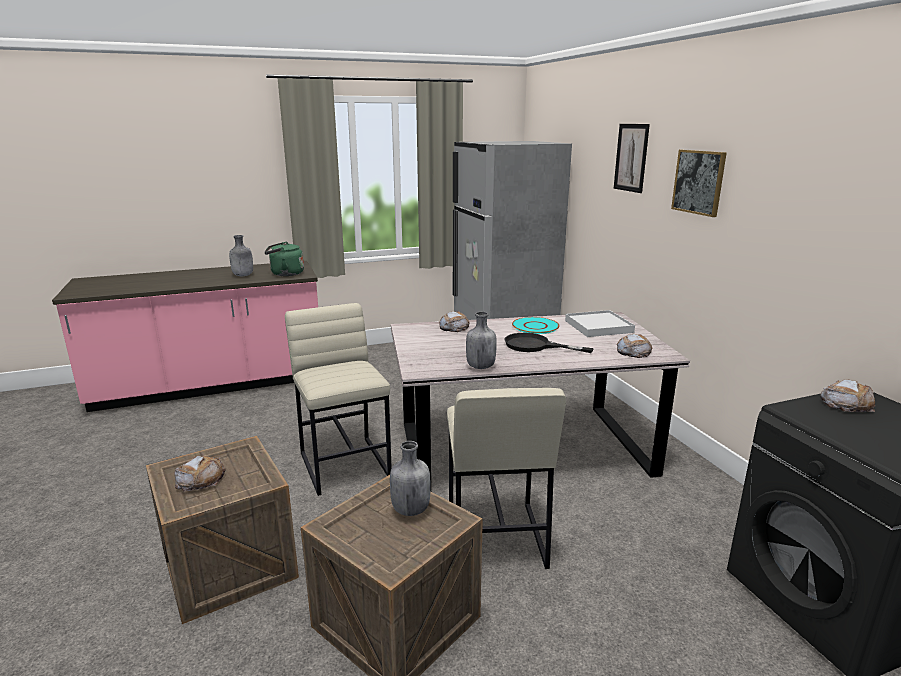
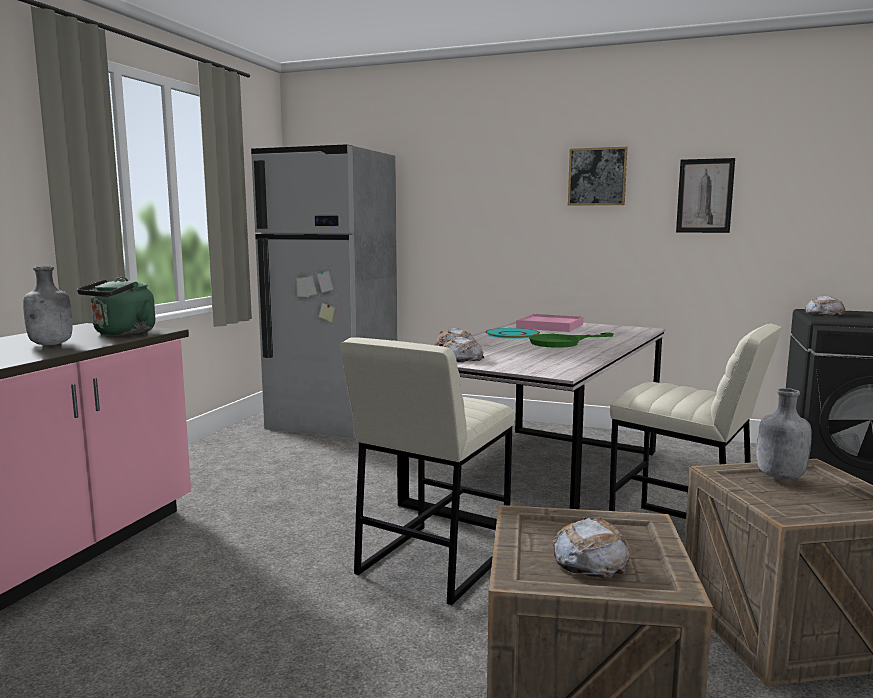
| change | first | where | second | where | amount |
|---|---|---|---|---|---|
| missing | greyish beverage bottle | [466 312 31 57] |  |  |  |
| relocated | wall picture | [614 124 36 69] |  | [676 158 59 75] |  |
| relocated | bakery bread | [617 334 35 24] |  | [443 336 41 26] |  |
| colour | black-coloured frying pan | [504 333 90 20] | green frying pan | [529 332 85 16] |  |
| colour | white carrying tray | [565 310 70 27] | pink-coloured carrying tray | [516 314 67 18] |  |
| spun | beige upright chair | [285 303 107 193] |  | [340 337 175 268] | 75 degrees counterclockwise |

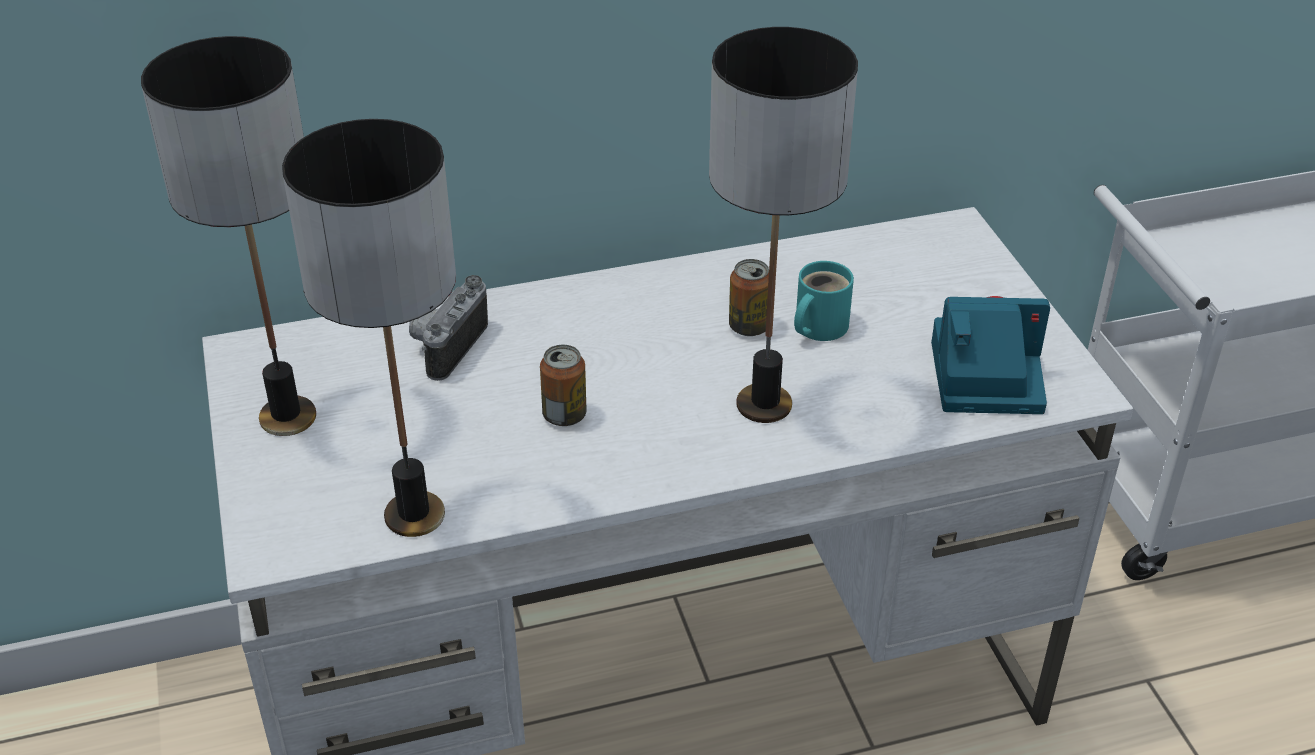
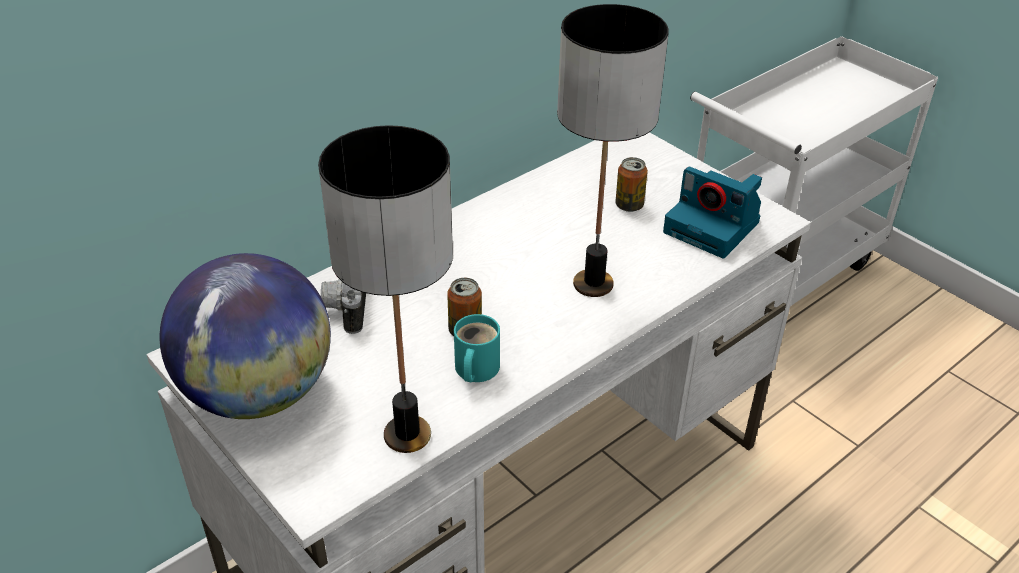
| change | first | where | second | where | amount |
|---|---|---|---|---|---|
| relocated | sealed can | [729 259 40 77] |  | [615 157 33 55] |  |
| relocated | turquoise-coloured tea mug | [794 261 60 80] |  | [454 314 46 68] |  |
| exchanged | table lamp | [141 36 175 400] | globe | [160 253 171 166] |  |
| spun | still camera | [931 296 119 118] |  | [663 167 99 91] | 120 degrees counterclockwise |

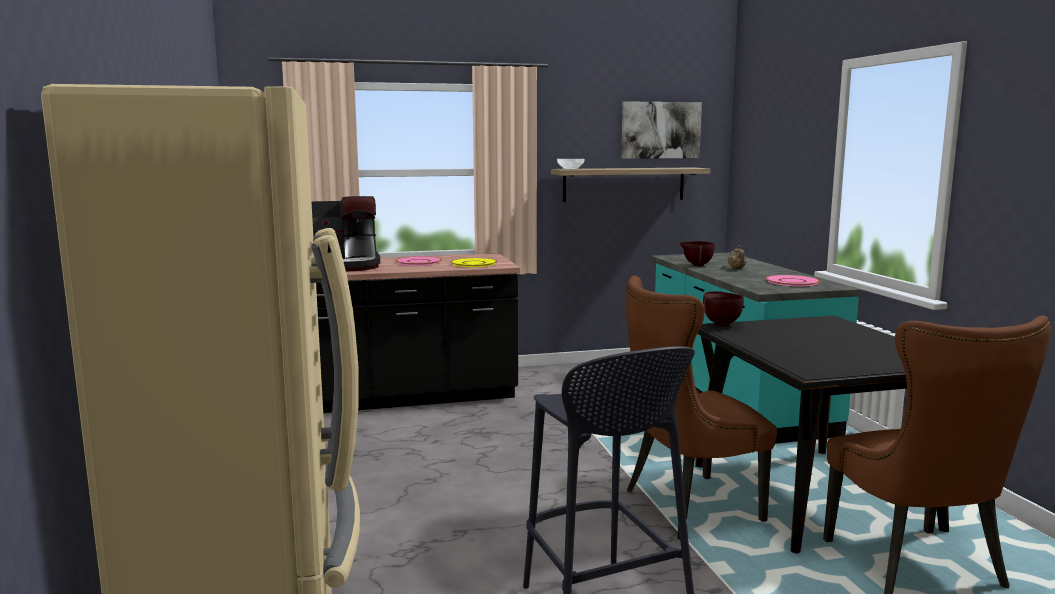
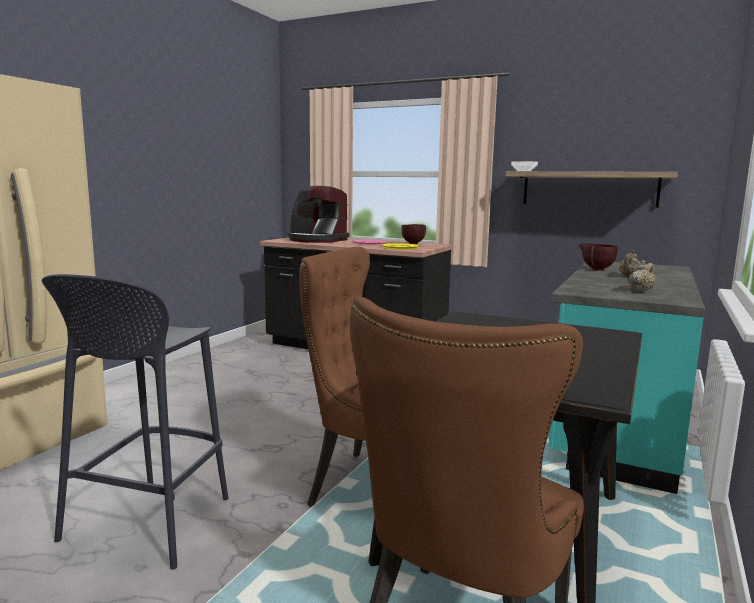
| change | first | where | second | where | amount |
|---|---|---|---|---|---|
| missing | wall picture | [621 101 81 58] |  |  |  |
| relocated | brown serving bowl | [703 291 41 36] |  | [401 224 25 20] |  |
| exchanged | pink-coloured plate | [765 275 55 11] | beige tea pot | [629 260 26 32] |  |

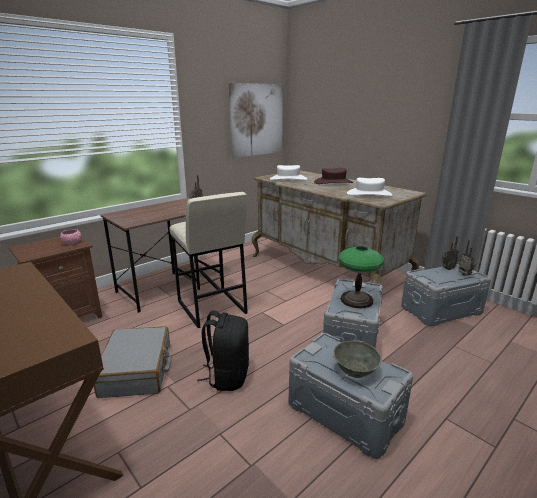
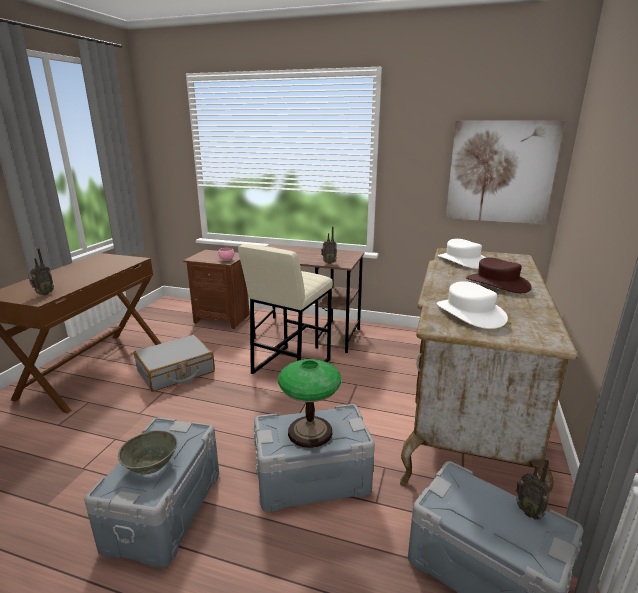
| change | first | where | second | where | amount |
|---|---|---|---|---|---|
| missing | black-coloured rucksack | [197 311 52 80] |  |  |  |
| relocated | radio receiver | [458 240 17 36] |  | [28 248 26 47] |  |

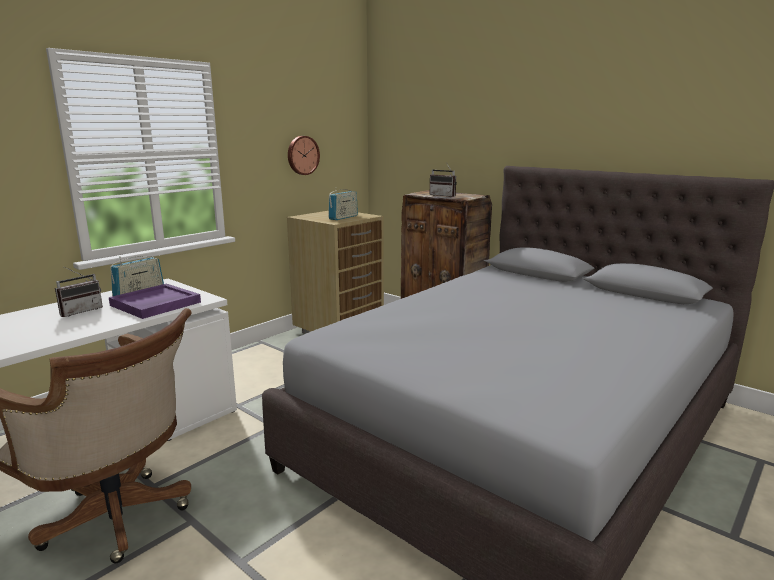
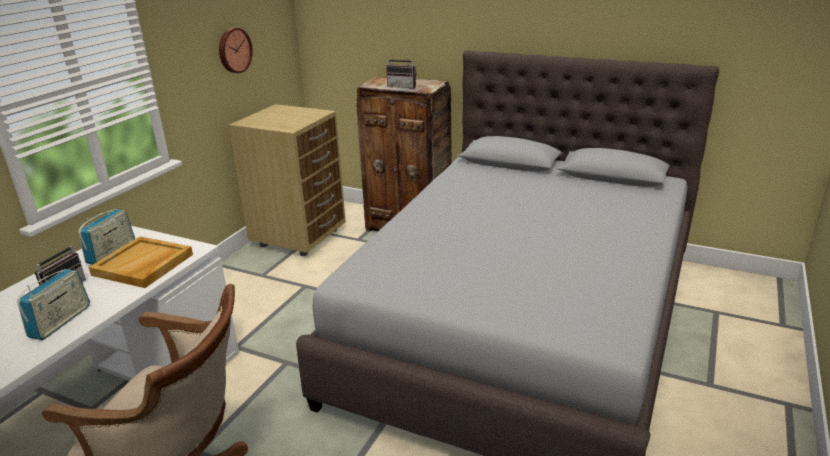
| change | first | where | second | where | amount |
|---|---|---|---|---|---|
| relocated | radio receiver | [328 189 30 31] |  | [17 269 73 71] |  |
| colour | purplish carrying tray | [109 284 92 35] | beige carrying tray | [88 237 105 51] |  |

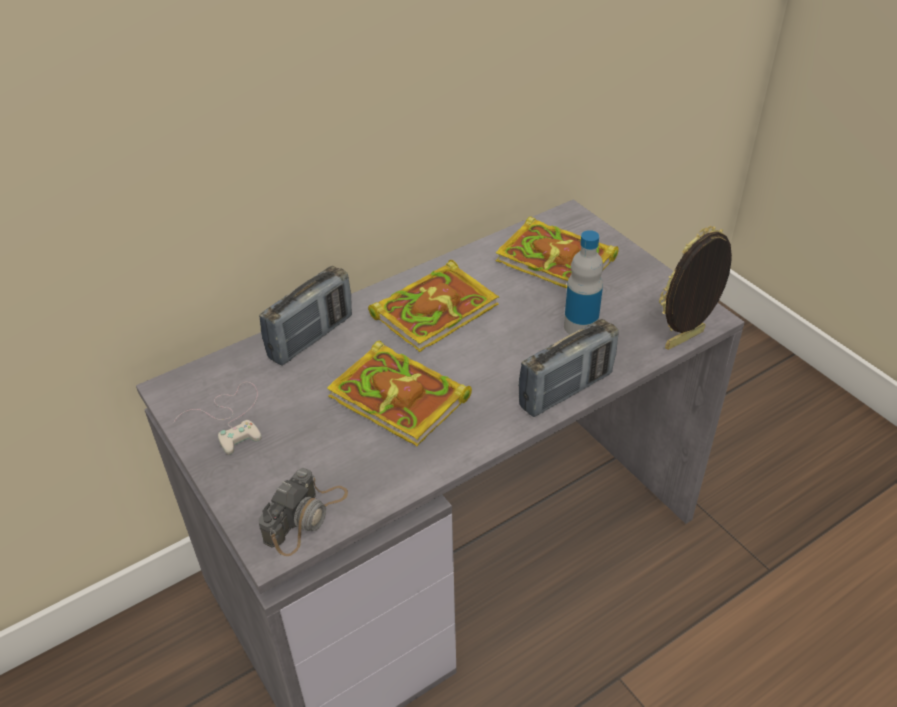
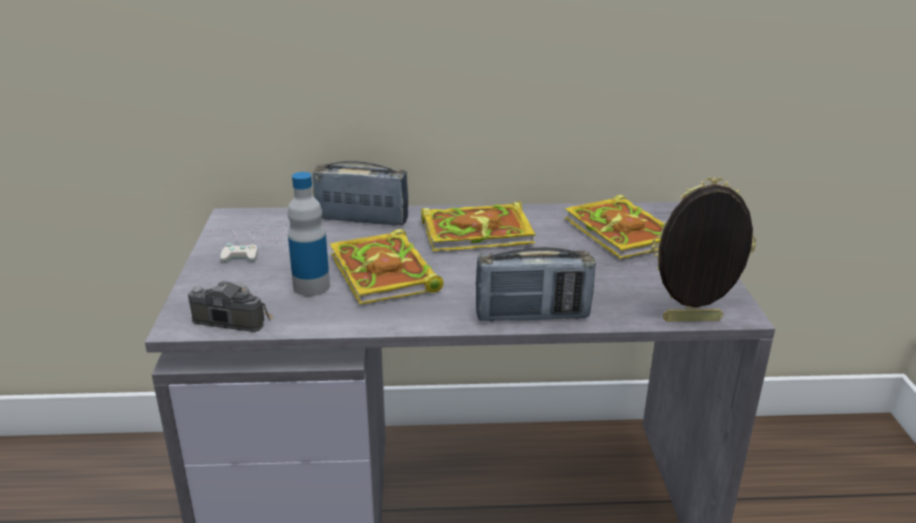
| change | first | where | second | where | amount |
|---|---|---|---|---|---|
| relocated | beverage bottle | [564 230 39 105] |  | [288 172 42 124] |  |
| spun | radio receiver | [259 266 93 99] |  | [313 161 95 64] | 150 degrees counterclockwise |
| spun | still camera | [259 468 89 88] |  | [188 281 85 51] | 135 degrees counterclockwise |

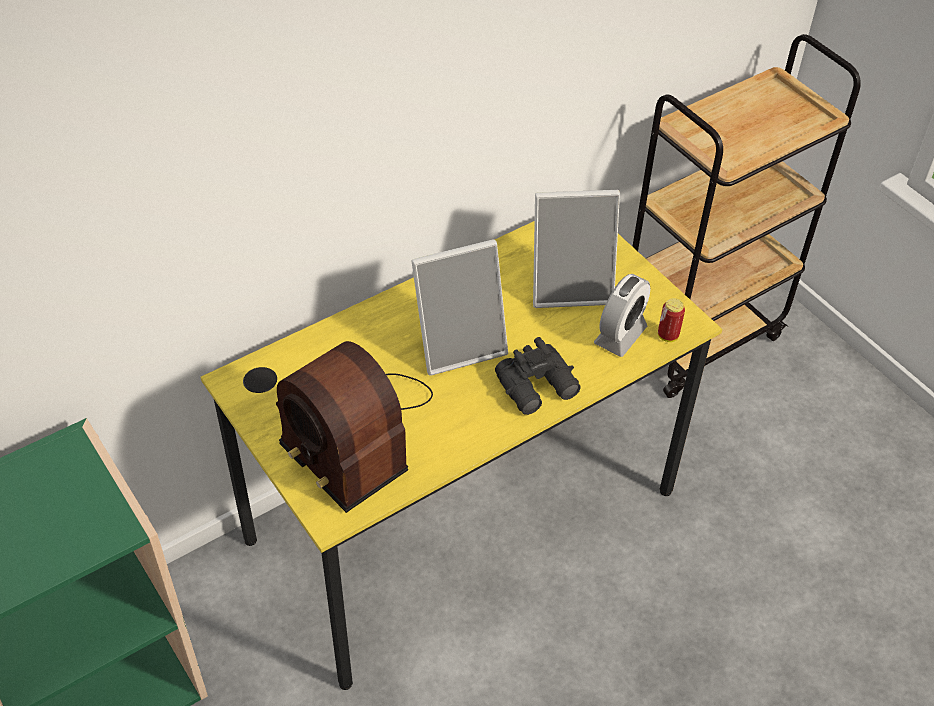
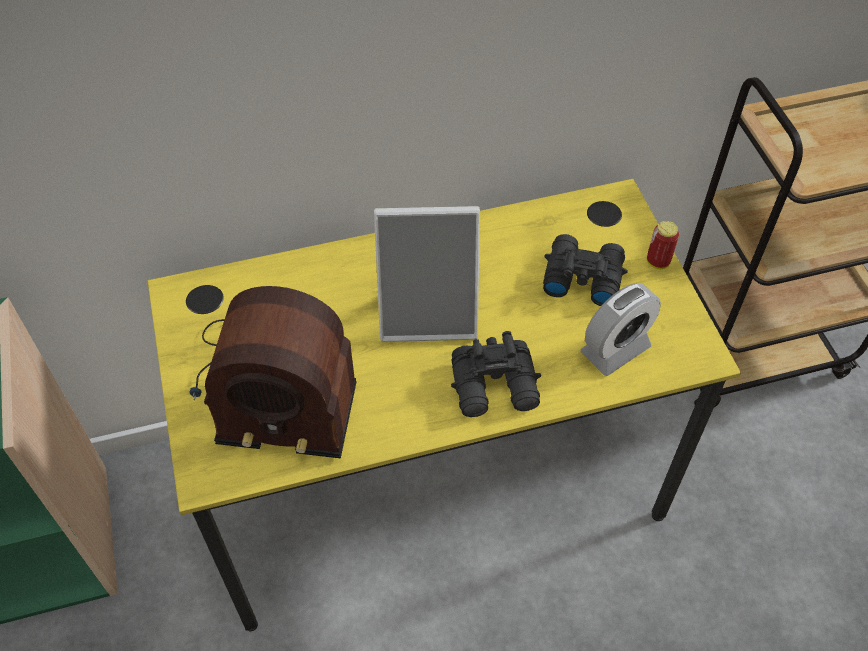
| change | first | where | second | where | amount |
|---|---|---|---|---|---|
| relocated | sealed can | [658 298 27 44] |  | [647 221 32 48] |  |
| exchanged | picture frame | [533 190 87 118] | black-coloured pair of binoculars | [543 234 85 72] |  |
| spun | radio receiver | [276 341 157 172] |  | [189 286 167 172] | 60 degrees counterclockwise |

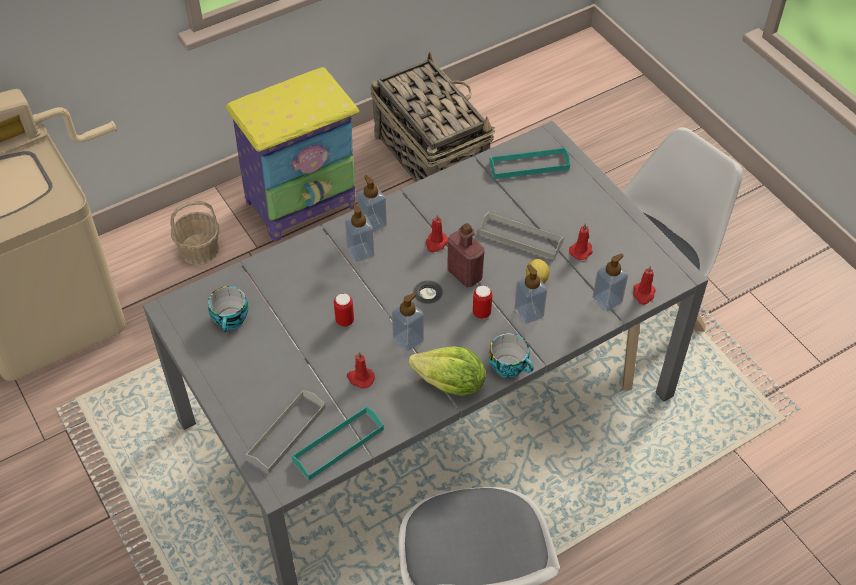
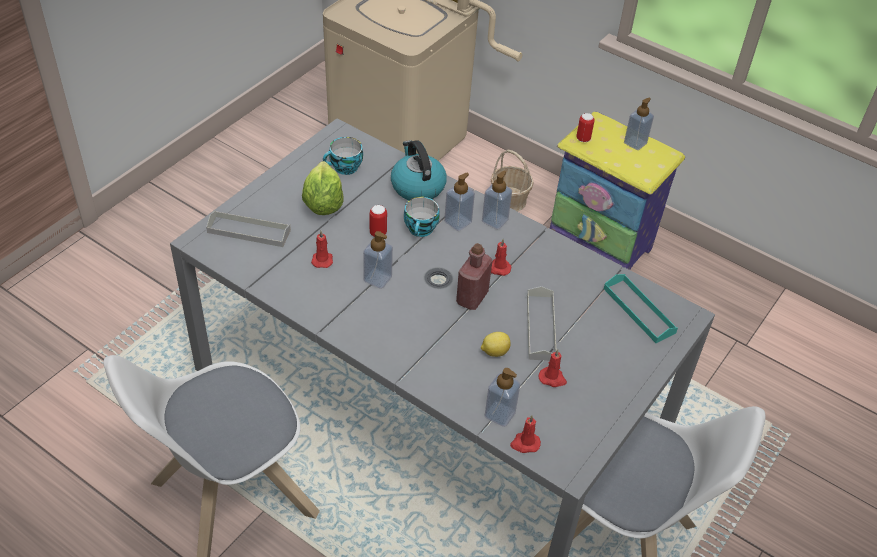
| change | first | where | second | where | amount |
|---|---|---|---|---|---|
| missing | turquoise-coloured carrying tray | [292 406 92 74] |  |  |  |
| missing | basket | [370 52 125 130] |  |  |  |
| appeared |  |  | kettle | [391 140 56 60] |  |
| relocated | head of lettuce | [408 346 78 50] |  | [302 161 42 54] |  |
| relocated | sealed can | [473 286 19 33] |  | [576 113 19 29] |  |
| relocated | small cup | [489 333 45 45] |  | [404 197 36 40] |  |
| relocated | liquid soap bottle | [514 264 33 60] |  | [624 98 30 52] |  |

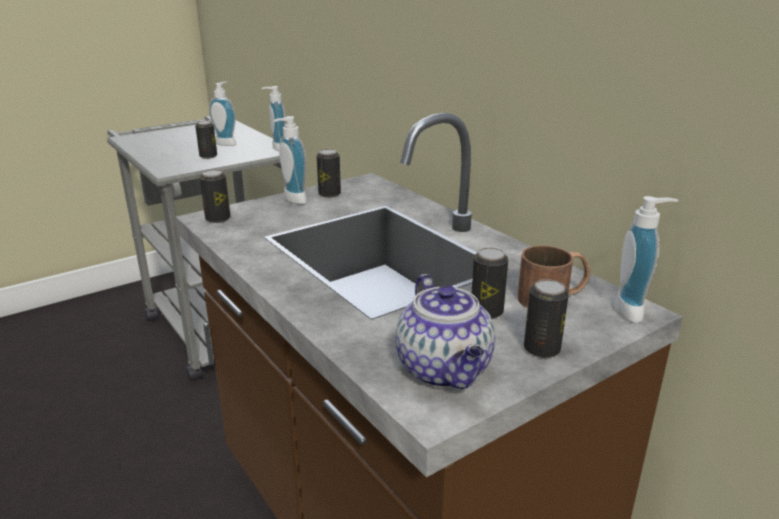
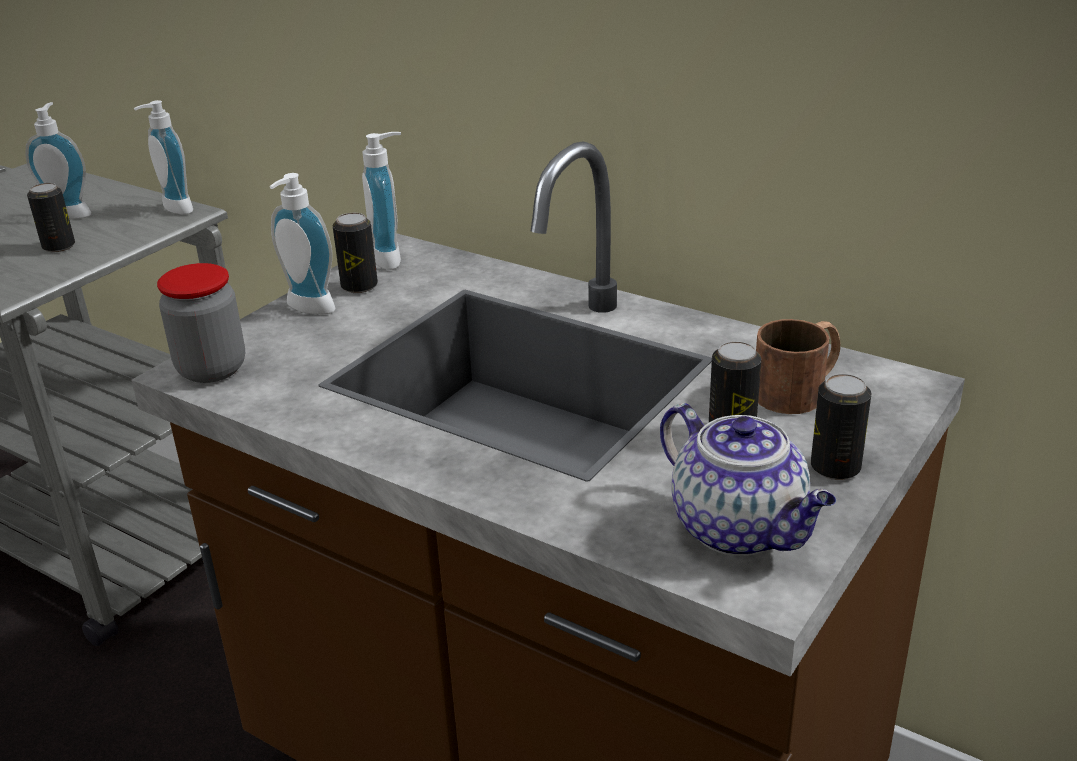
| change | first | where | second | where | amount |
|---|---|---|---|---|---|
| relocated | liquid soap bottle | [615 196 63 127] |  | [362 132 39 138] |  |
| exchanged | sealed can | [200 169 30 54] | storage jar | [157 263 88 120] |  |

